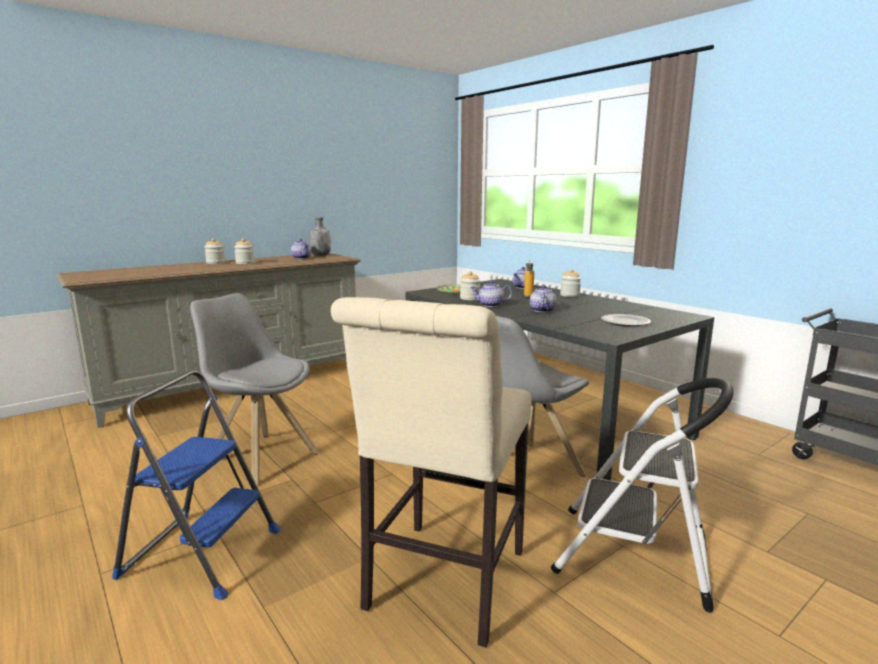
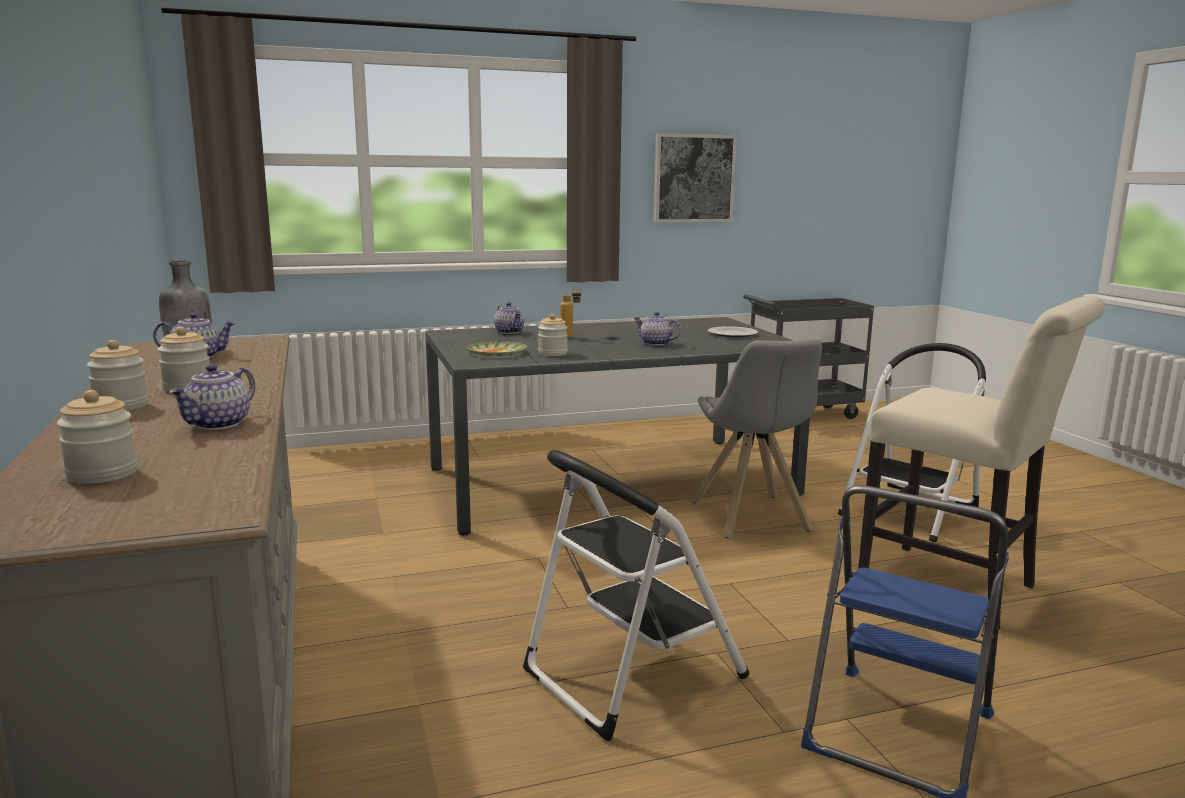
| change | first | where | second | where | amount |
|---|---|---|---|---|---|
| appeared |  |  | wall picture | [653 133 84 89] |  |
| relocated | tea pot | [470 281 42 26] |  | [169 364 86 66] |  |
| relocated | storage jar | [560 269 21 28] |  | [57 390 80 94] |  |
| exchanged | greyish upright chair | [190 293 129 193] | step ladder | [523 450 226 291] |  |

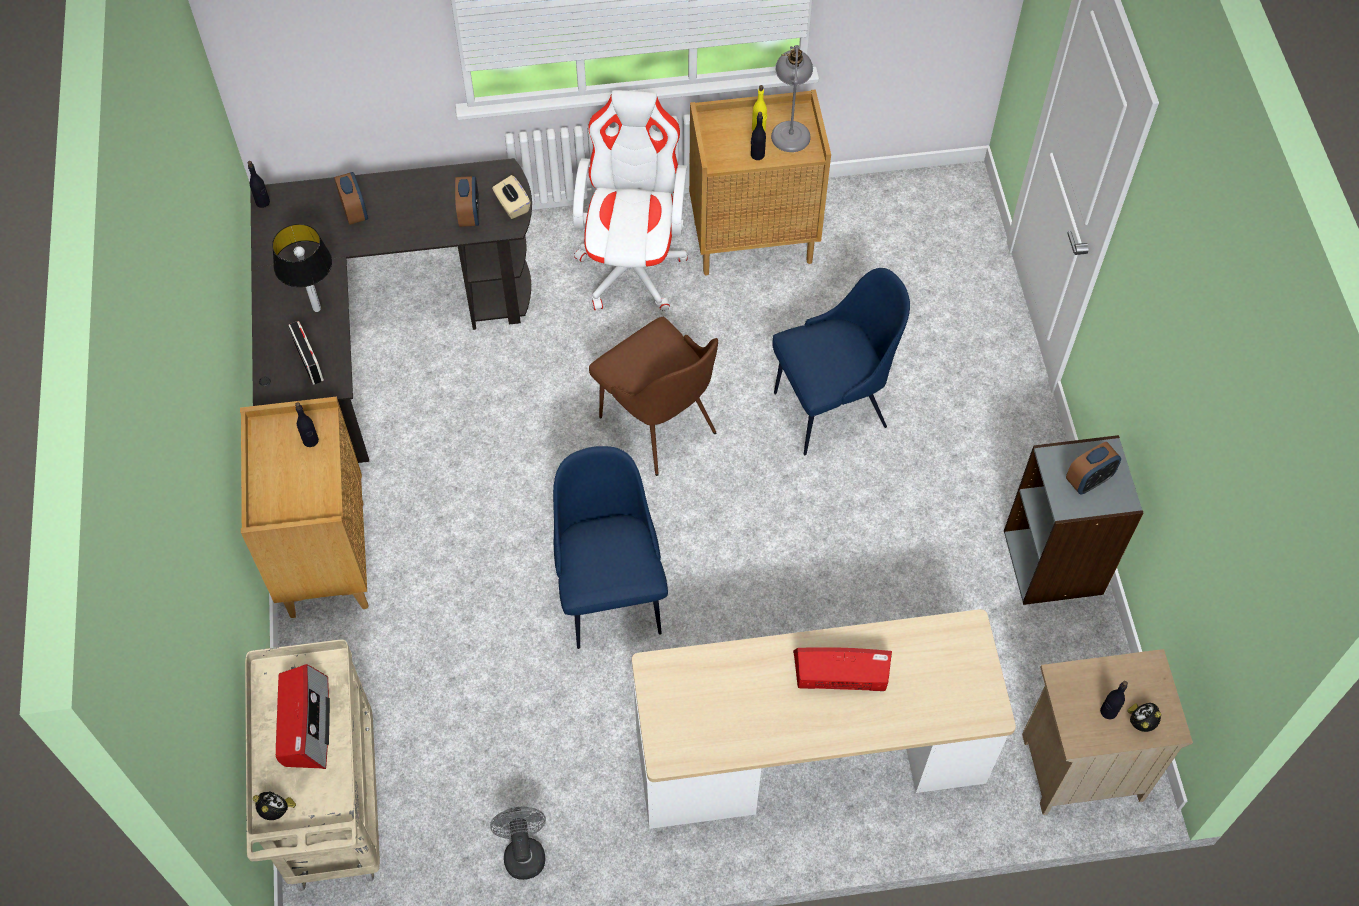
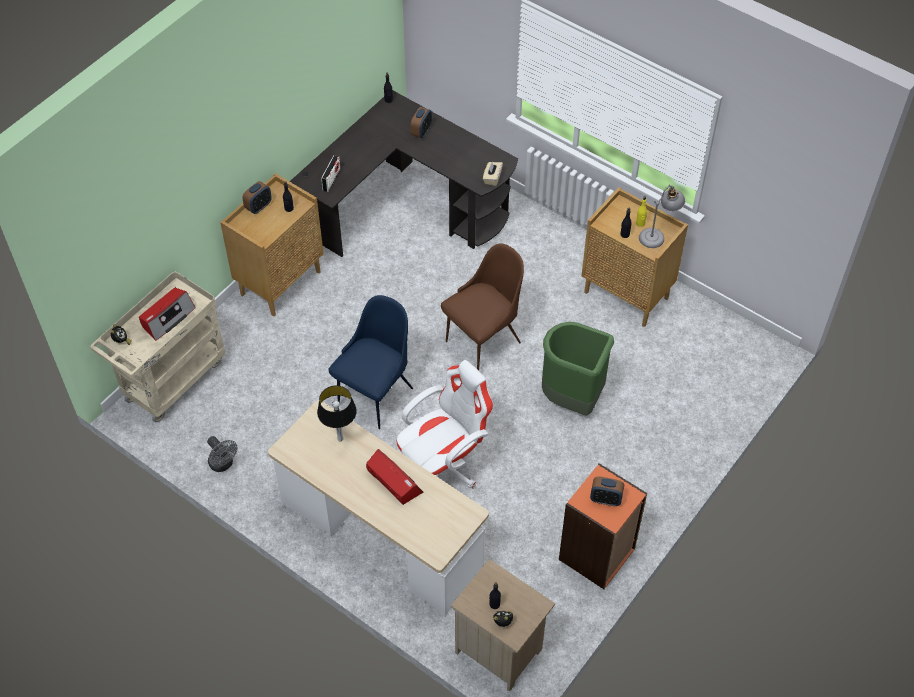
| change | first | where | second | where | amount |
|---|---|---|---|---|---|
| relocated | table lamp | [272 224 60 88] |  | [317 385 40 56] |  |
| relocated | alarm clock | [455 176 24 51] |  | [242 181 30 33] |  |
| relocated | white desk chair | [573 90 115 221] |  | [397 360 96 129] |  |
| exchanged | blue upright chair | [773 268 137 187] | green rubbish bin | [542 322 72 94] |  |
| colour | greyish shelving unit | [1004 435 139 170] | orange-coloured shelving unit | [559 463 88 126] |  |
| spun | greyish electric fan | [490 807 56 73] |  | [207 436 30 36] | 105 degrees clockwise |
| spun | brown upright chair | [589 317 129 159] |  | [441 243 83 128] | 135 degrees counterclockwise |

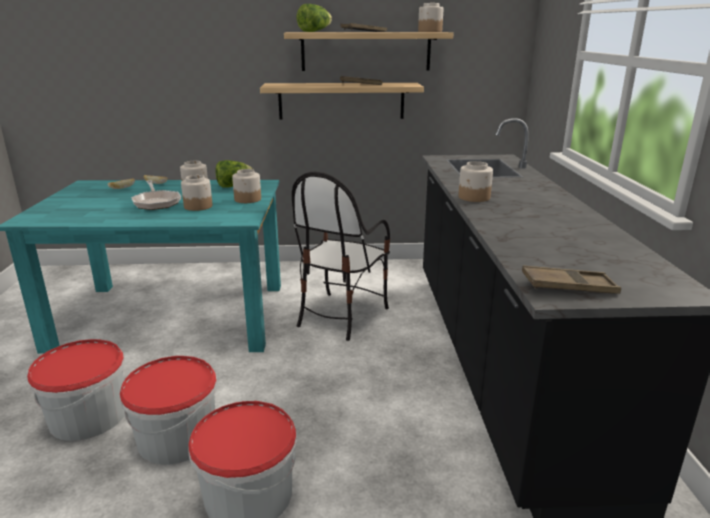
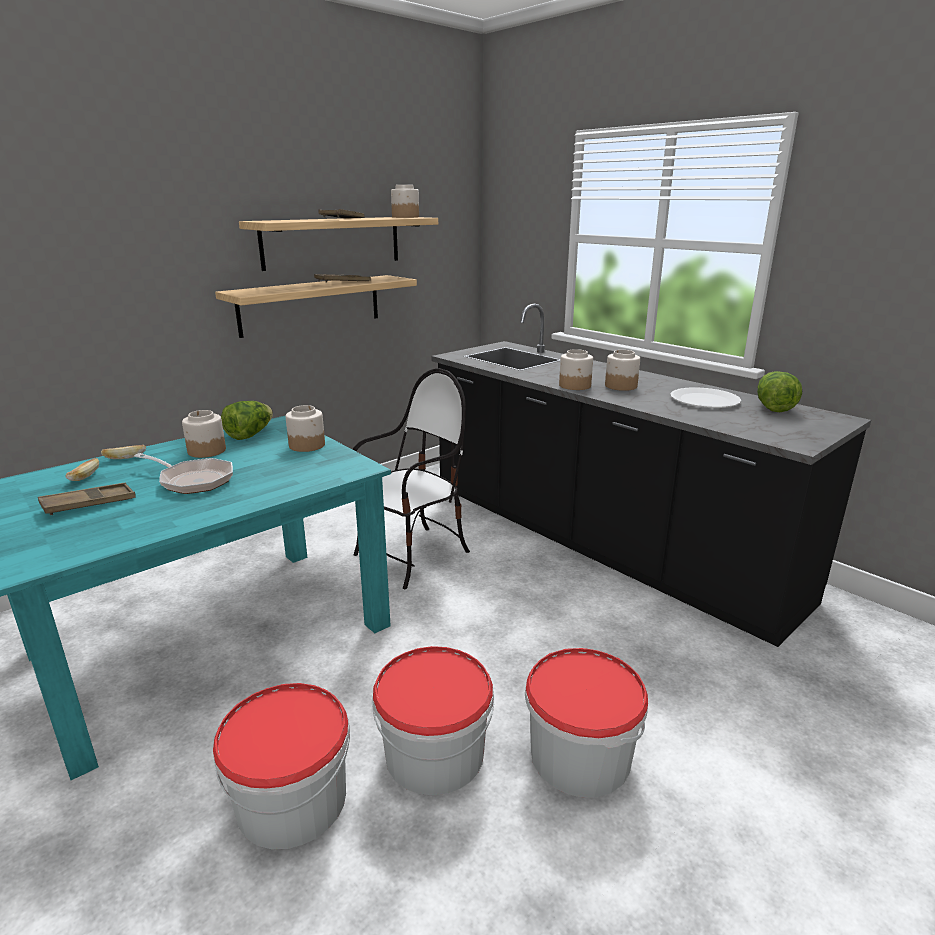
| change | first | where | second | where | amount |
|---|---|---|---|---|---|
| appeared |  |  | white plate | [670 387 71 21] |  |
| relocated | storage jar | [181 175 32 36] |  | [605 350 35 41] |  |
| relocated | head of lettuce | [296 4 36 28] |  | [757 371 45 41] |  |
| relocated | brown carrying tray | [522 265 99 29] |  | [38 483 98 32] |  |
| spun | upright chair | [292 172 98 169] |  | [353 368 117 222] | 120 degrees counterclockwise |

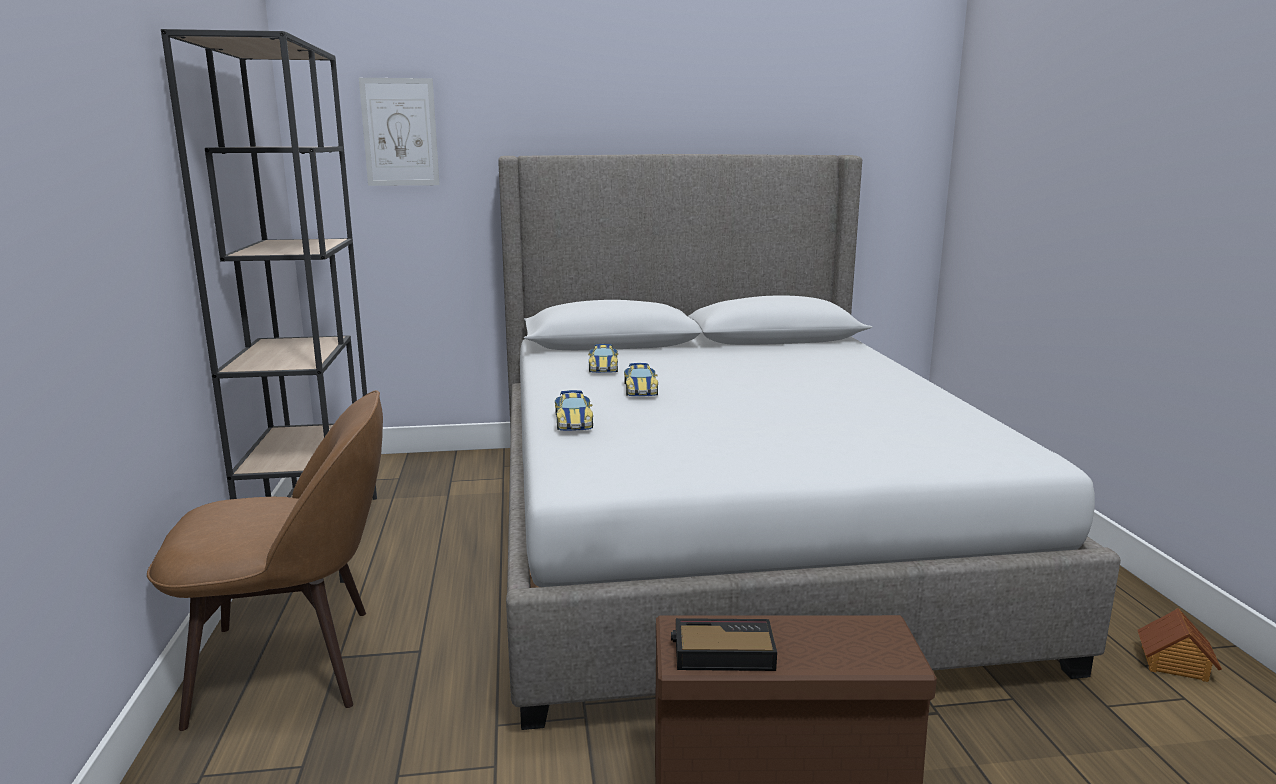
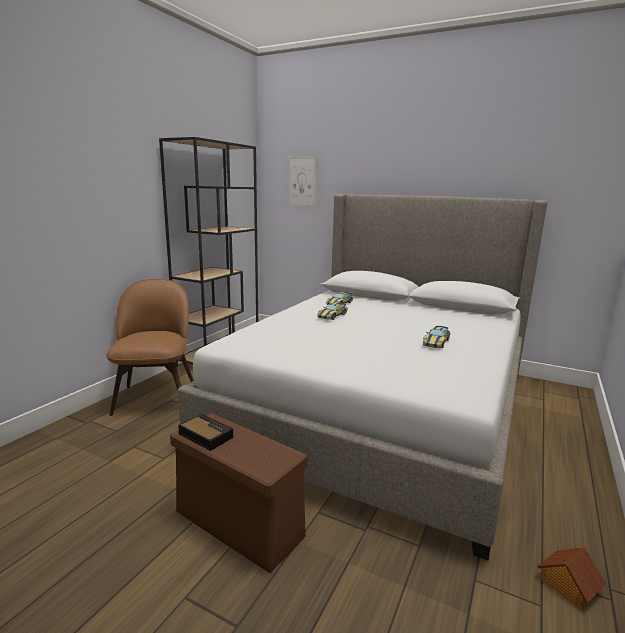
| change | first | where | second | where | amount |
|---|---|---|---|---|---|
| relocated | model car | [555 390 38 41] |  | [423 326 27 22] |  |
| spun | brown upright chair | [147 390 236 341] |  | [106 279 88 137] | 120 degrees counterclockwise |

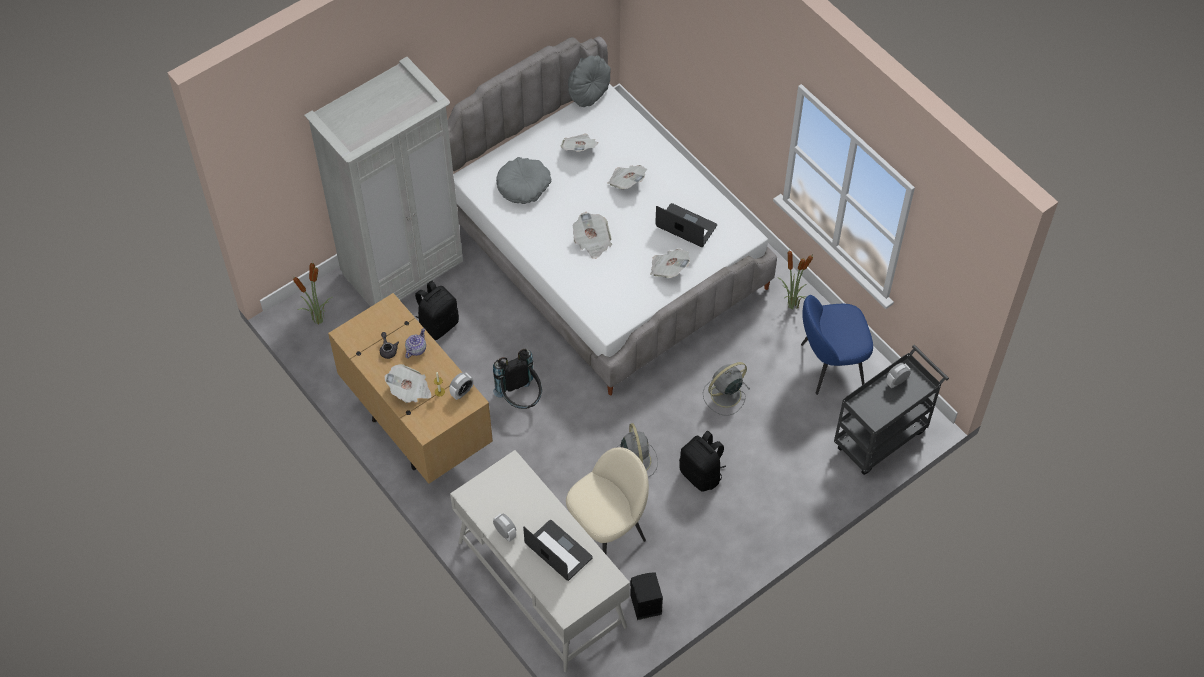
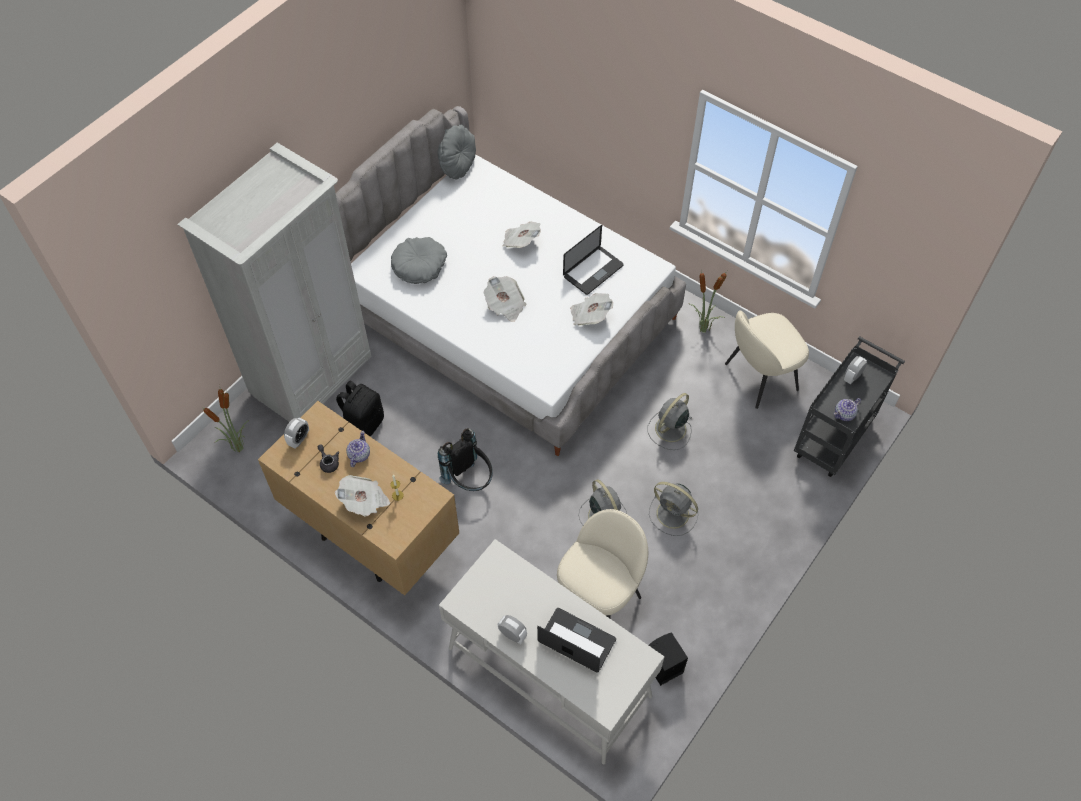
| change | first | where | second | where | amount |
|---|---|---|---|---|---|
| missing | printed paper | [561 134 37 18] |  |  |  |
| appeared |  |  | tea pot | [834 398 27 23] |  |
| relocated | alarm clock | [449 373 24 27] |  | [284 417 25 32] |  |
| exchanged | black-coloured rucksack | [679 431 47 60] | greyish electric fan | [649 482 50 54] |  |
| colour | blue upright chair | [801 295 72 100] | beige upright chair | [725 310 84 99] |  |
| spun | laptop | [655 203 62 44] |  | [563 225 61 70] | 120 degrees clockwise |

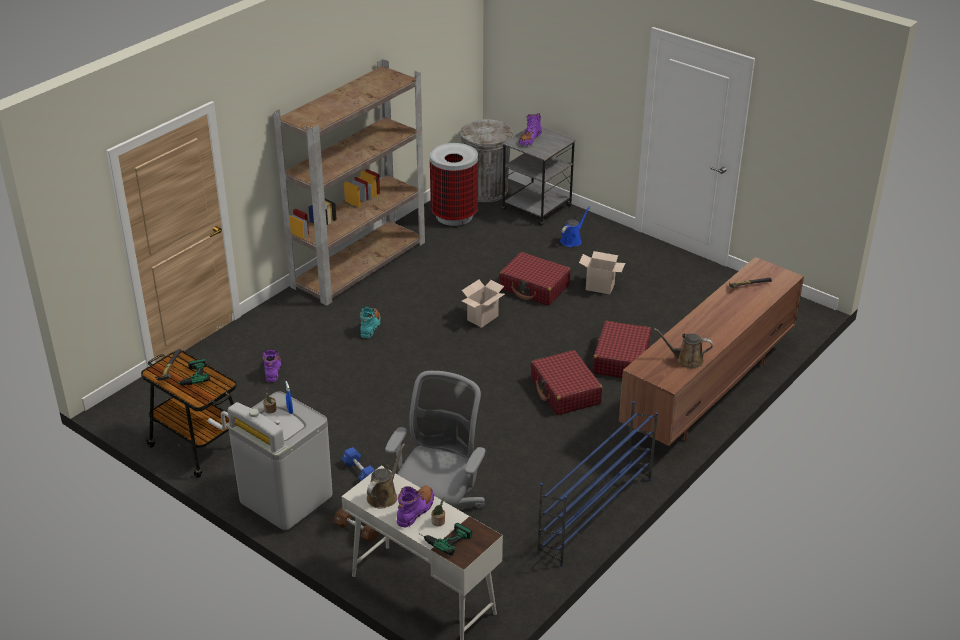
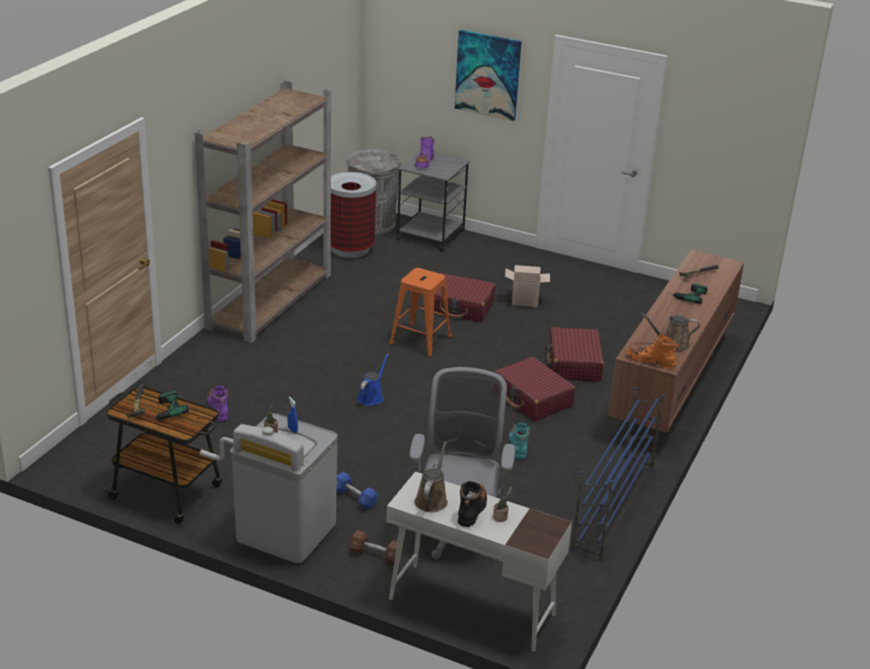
| change | first | where | second | where | amount |
|---|---|---|---|---|---|
| appeared |  |  | wall picture | [454 30 68 91] |  |
| appeared |  |  | orange-coloured tall boot | [626 332 54 37] |  |
| relocated | turquoise-coloured tall boot | [360 307 21 31] |  | [509 422 21 38] |  |
| relocated | electric drill | [418 523 54 33] |  | [667 284 41 20] |  |
| relocated | blue watering can | [560 206 30 41] |  | [357 354 32 52] |  |
| exchanged | packing box | [462 279 43 49] | orange-coloured stool | [389 268 63 89] |  |
| colour | purplish tall boot | [397 486 37 42] | black-coloured tall boot | [458 481 29 46] |  |

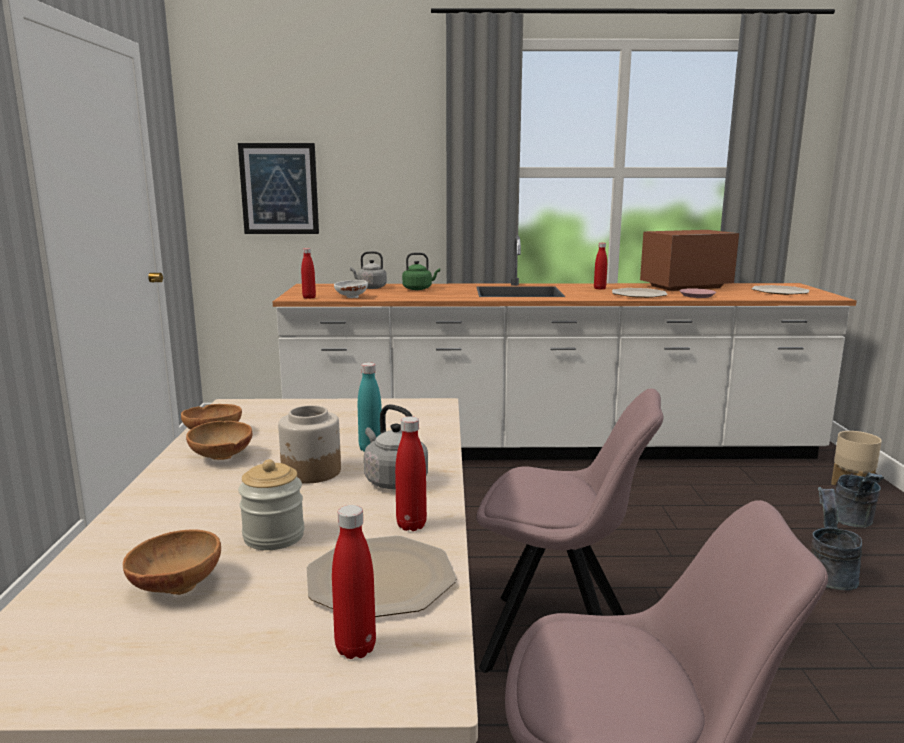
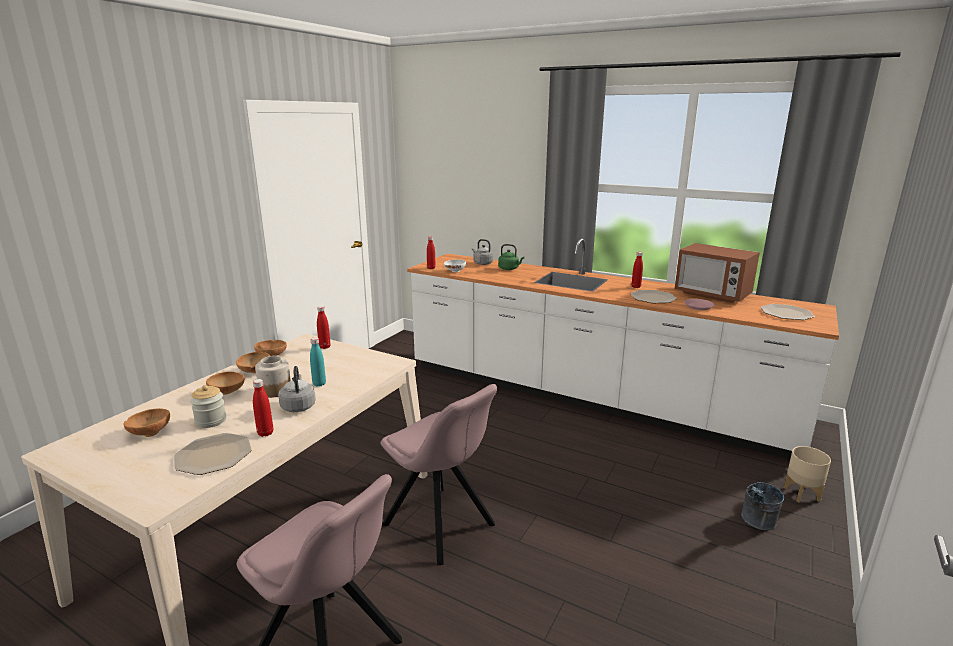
| change | first | where | second | where | amount |
|---|---|---|---|---|---|
| missing | wall picture | [238 143 81 91] |  |  |  |
| missing | greyish pail | [811 487 51 103] |  |  |  |
| appeared |  |  | brown serving bowl | [206 371 39 24] |  |
| relocated | reddish beverage bottle | [332 505 44 154] |  | [317 306 14 43] |  |
| spun | kitchen microwave | [640 230 99 61] |  | [675 243 85 60] | 150 degrees counterclockwise |

